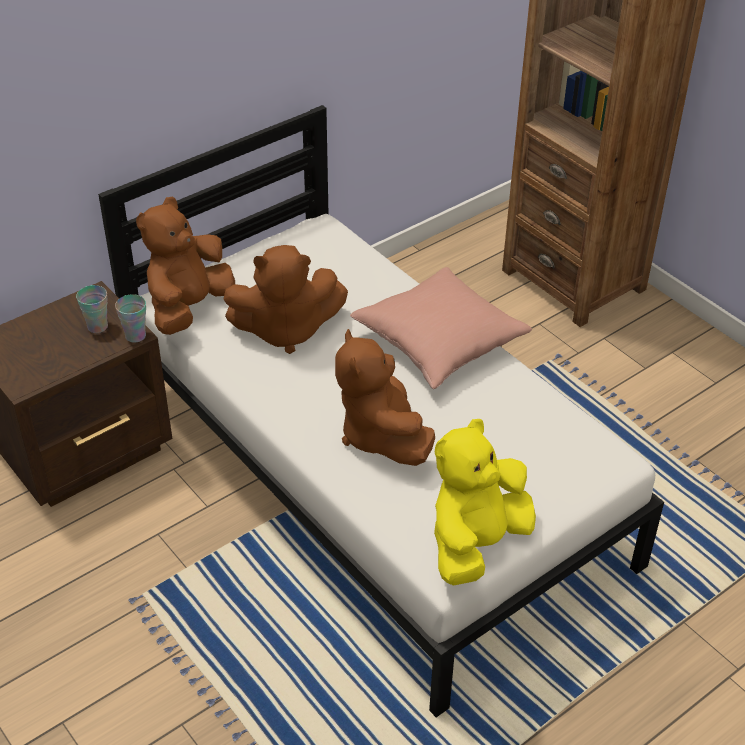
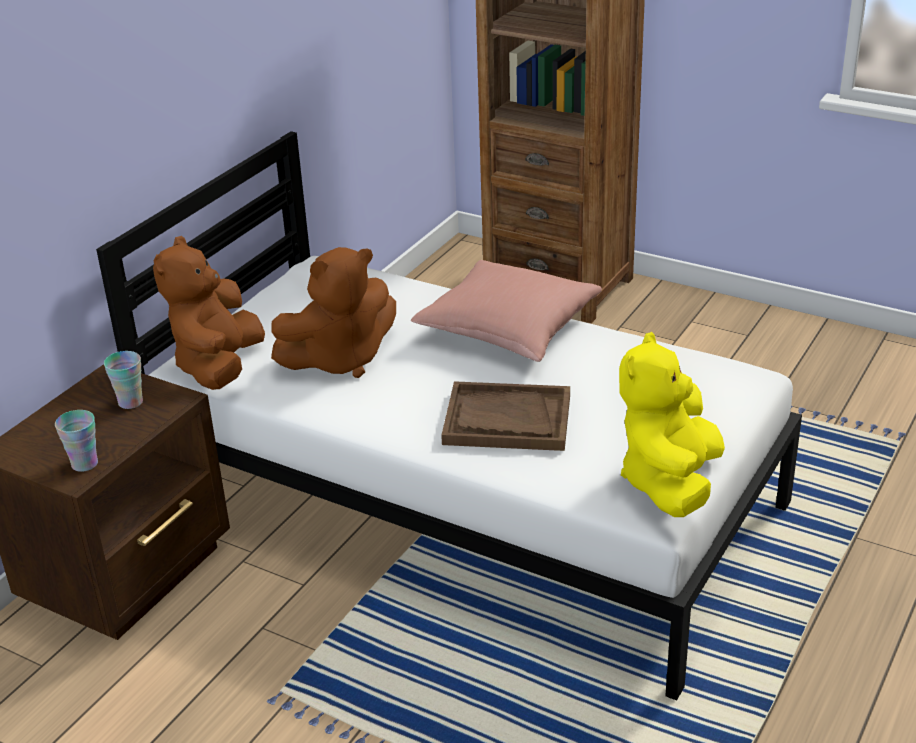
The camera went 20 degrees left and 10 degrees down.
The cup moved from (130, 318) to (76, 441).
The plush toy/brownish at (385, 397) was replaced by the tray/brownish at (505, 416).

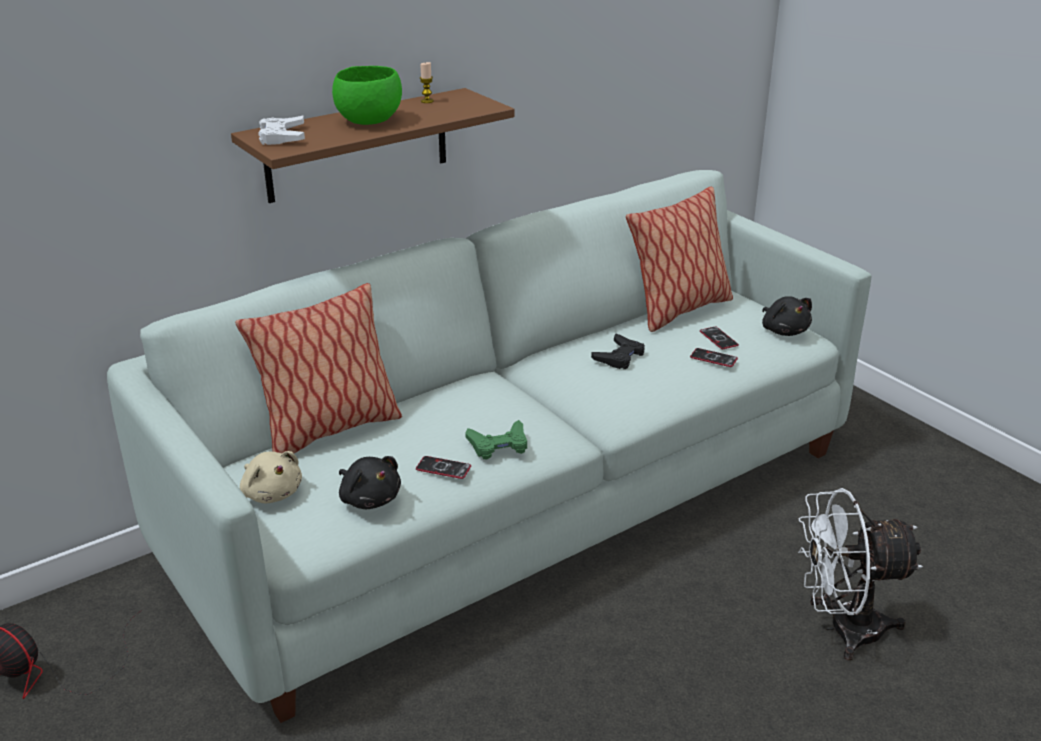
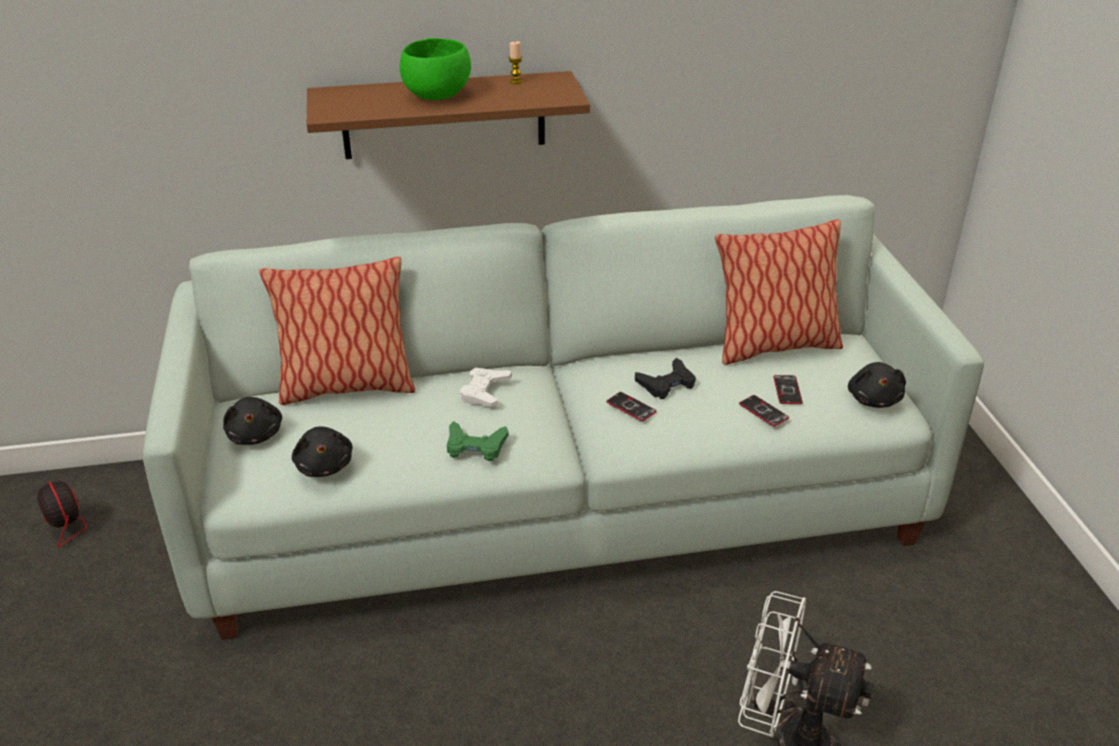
The camera went 25 degrees right and 5 degrees up.
The plush toy/beige at (271, 477) became the plush toy/black at (252, 421).
The game controller/white moved from (281, 130) to (486, 387).
The telephone moved from (443, 467) to (631, 406).

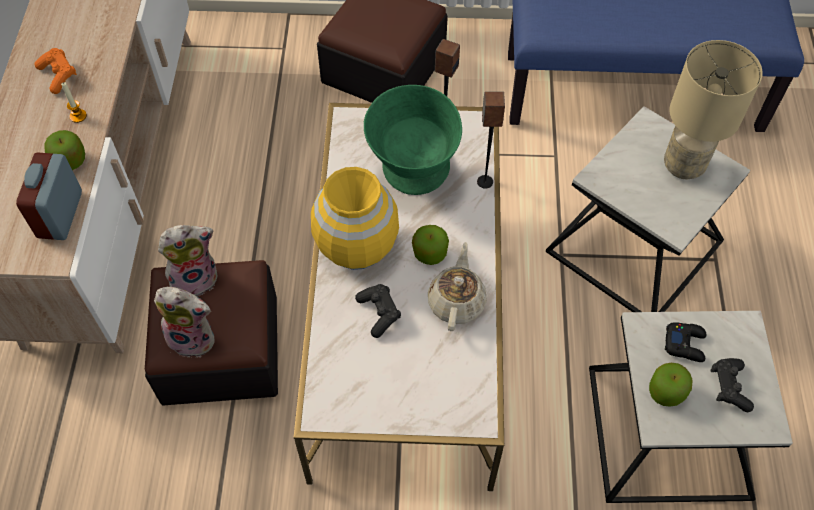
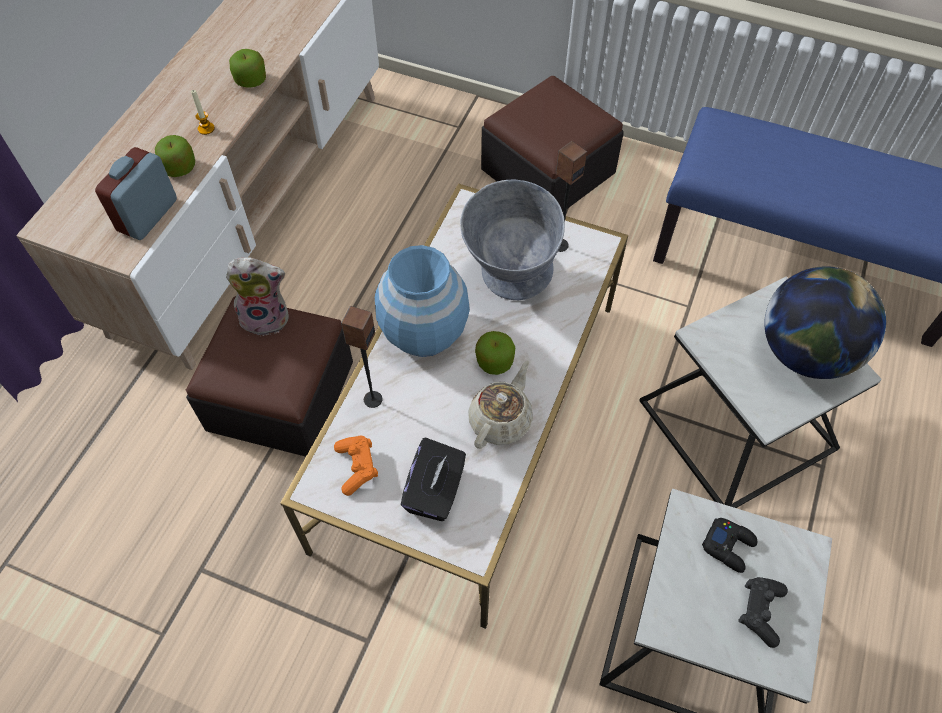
The camera went 20 degrees right and 0 degrees up.
The apple moved from (671, 385) to (247, 68).
The game controller/orangey moved from (55, 71) to (356, 466).
The audio speaker moved from (491, 140) to (361, 357).
The decorative vase/yellow-coloured at (355, 218) became the decorative vase/bluish at (422, 301).
The tissue holder/black at (433, 479) appeared.
The bowl/green at (413, 140) became the bowl/greyish at (512, 240).
The table lamp/beige at (713, 109) was replaced by the desk globe at (825, 322).
The plush toy at (184, 322) disappeared.
The game controller/black at (378, 311) disappeared.

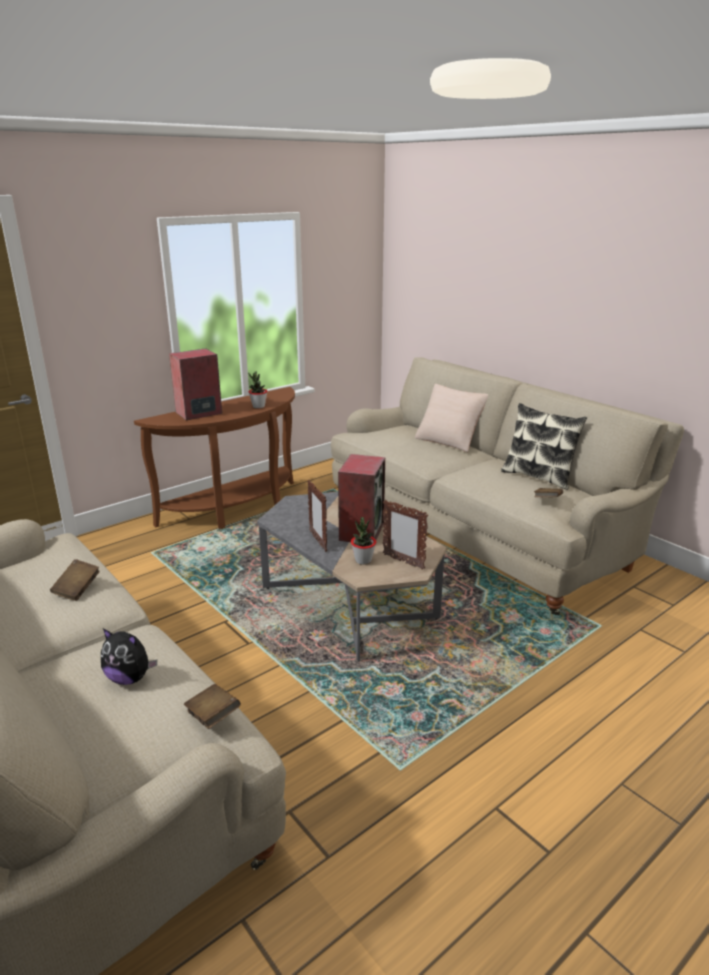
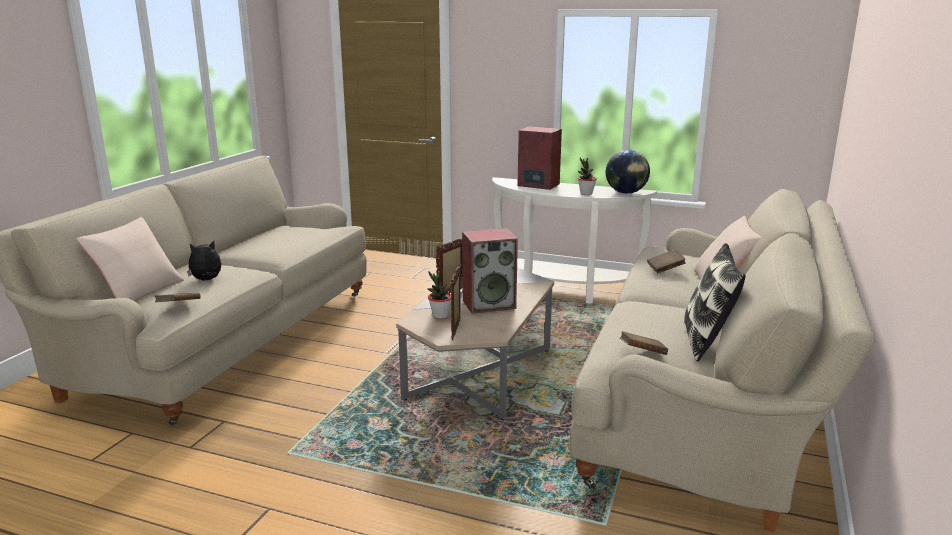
The camera went 60 degrees right and 5 degrees down.
The pillow/beige at (130, 259) appeared.
The plush toy at (129, 656) turned 75 degrees clockwise.
The hall table/brownish at (214, 458) became the hall table/white at (574, 240).
The desk globe at (628, 172) appeared.
The bound book/brownish moved from (75, 580) to (666, 261).

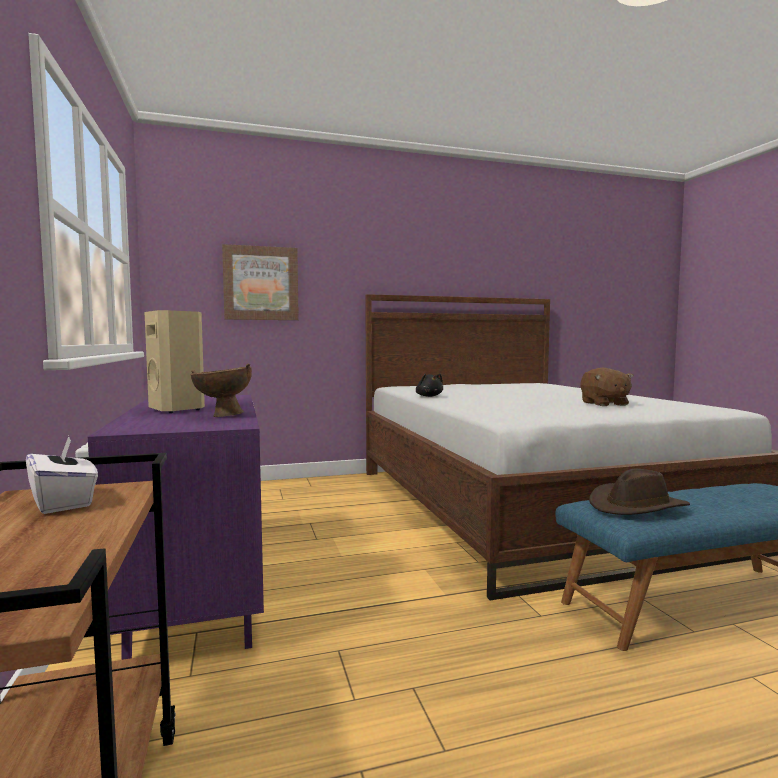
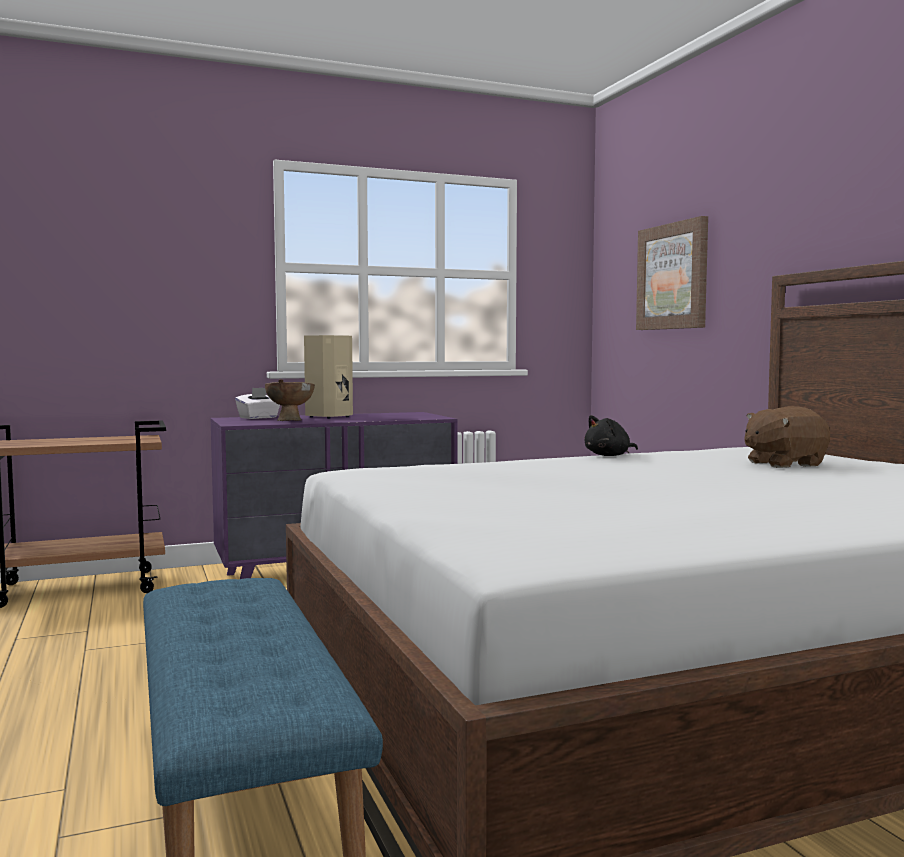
The camera went 85 degrees right and 0 degrees up.
The tissue holder/white moved from (62, 475) to (257, 403).
The plush toy/brownish moved from (607, 387) to (787, 437).
The clothing hat/brownish at (639, 492) disappeared.

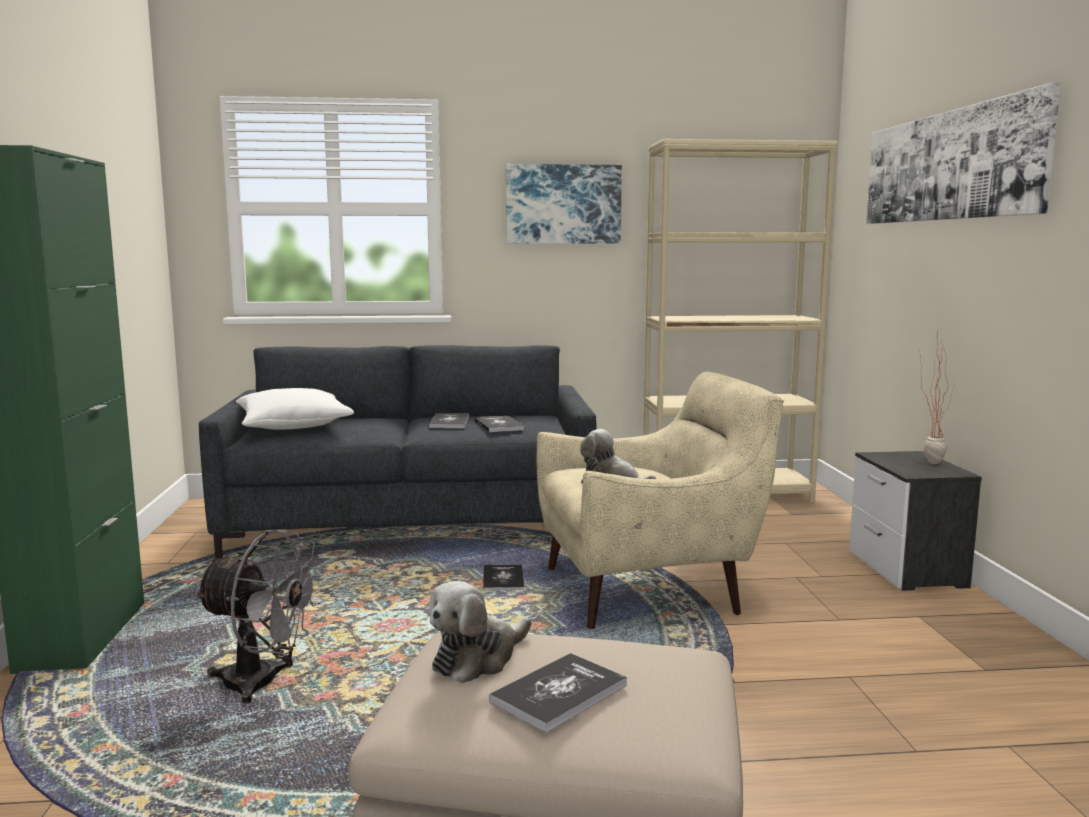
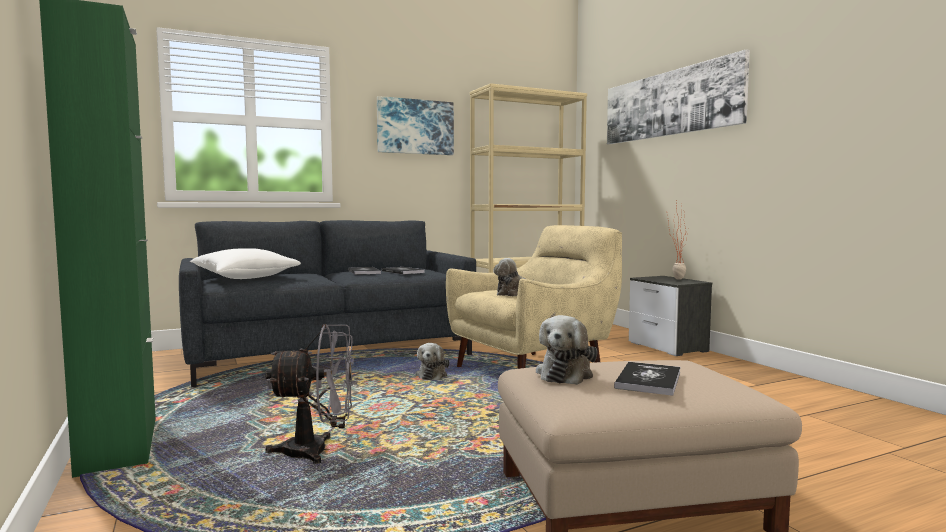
The camera went 20 degrees left and 5 degrees down.
The bound book at (503, 577) was replaced by the plush toy at (432, 361).

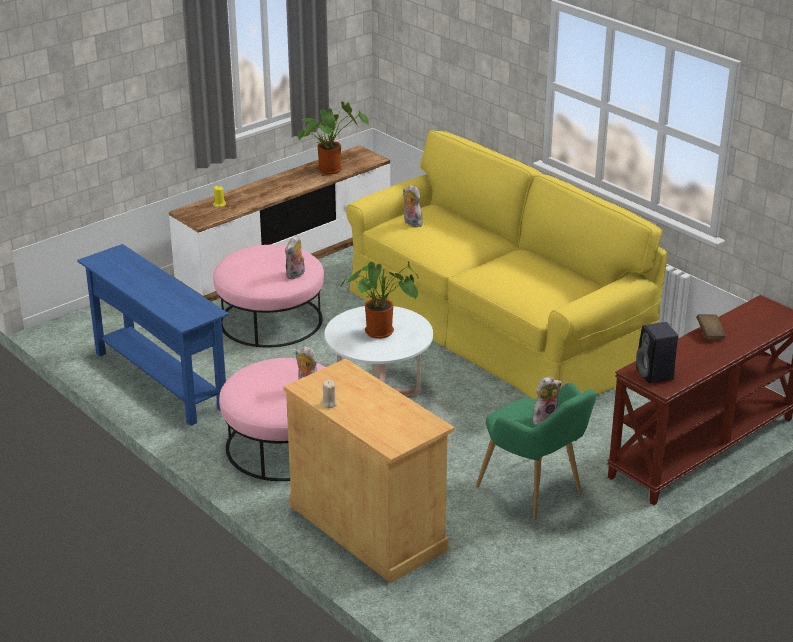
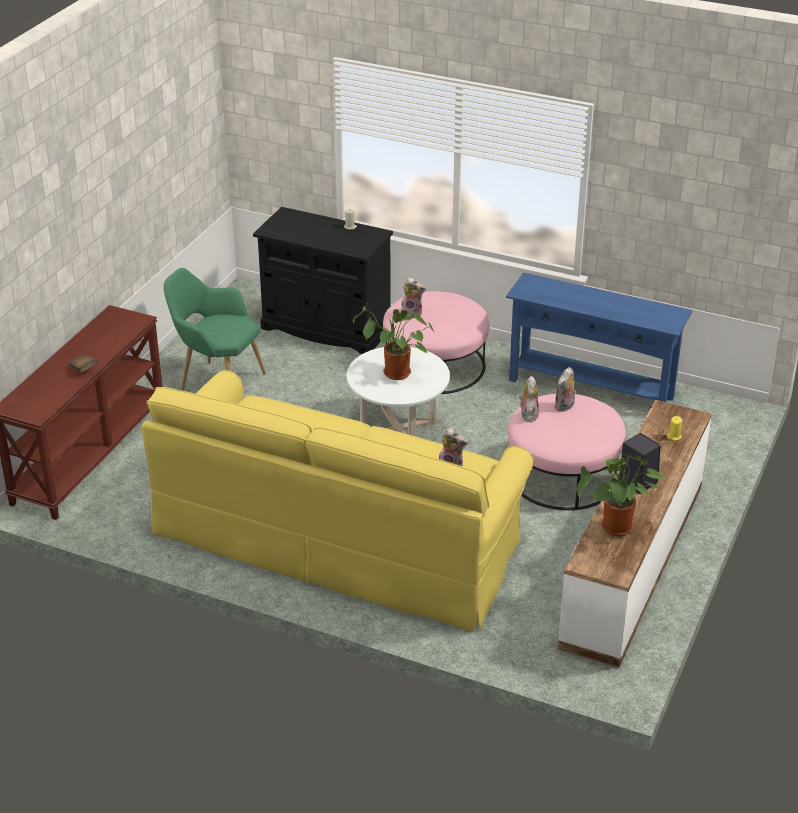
The camera went 155 degrees right and 5 degrees up.
The storage cabinet/beige at (369, 470) became the storage cabinet/black at (323, 280).
The plush toy moved from (547, 400) to (565, 389).
The audio speaker/black moved from (657, 352) to (639, 463).

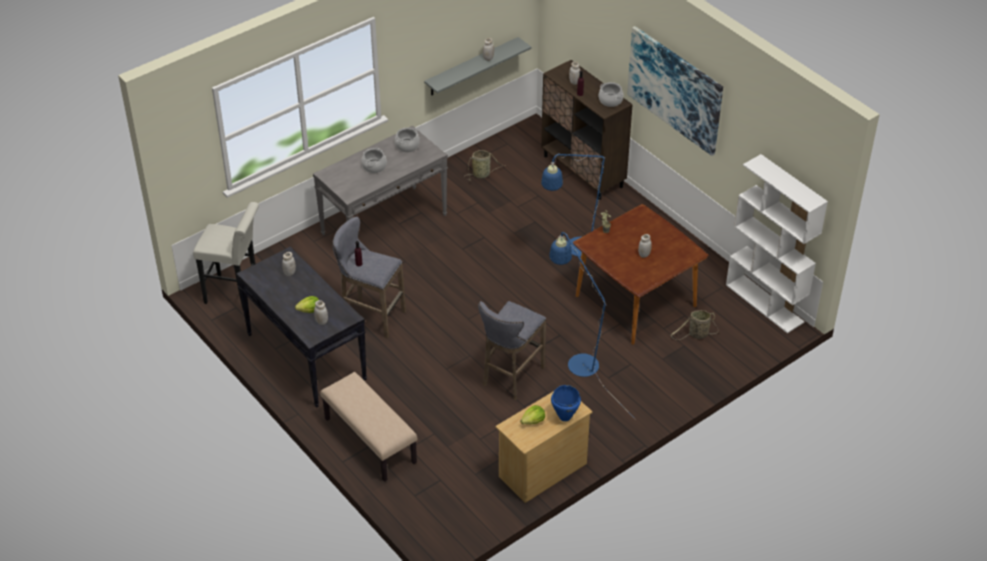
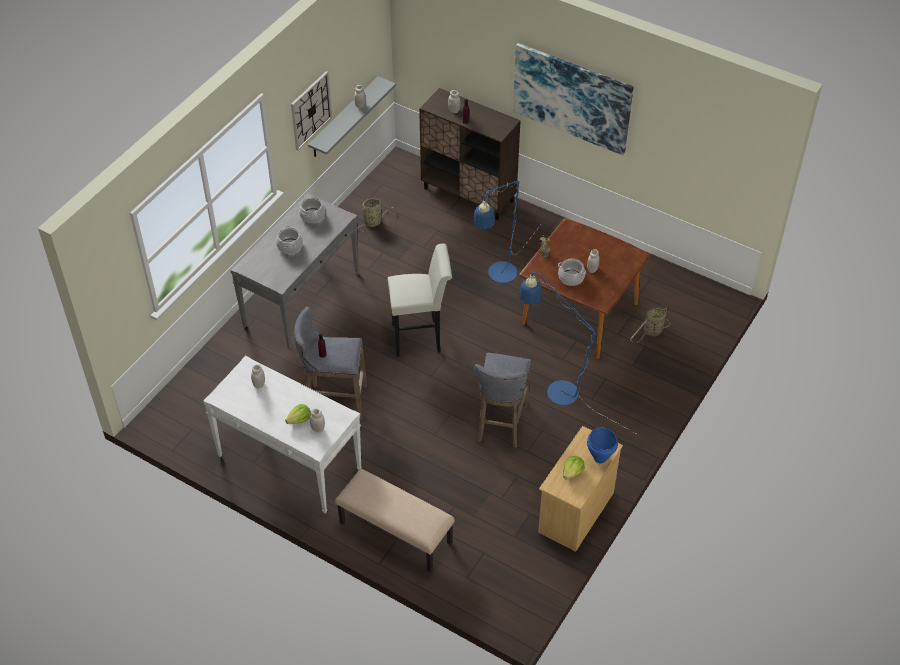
The camera went 20 degrees left and 5 degrees up.
The hall table/black at (301, 327) became the hall table/white at (282, 434).
The wall clock at (311, 111) appeared.
The stool/white moved from (226, 255) to (419, 300).
The cooking pot moved from (611, 94) to (572, 272).
The bookshelf/white at (777, 243) disappeared.

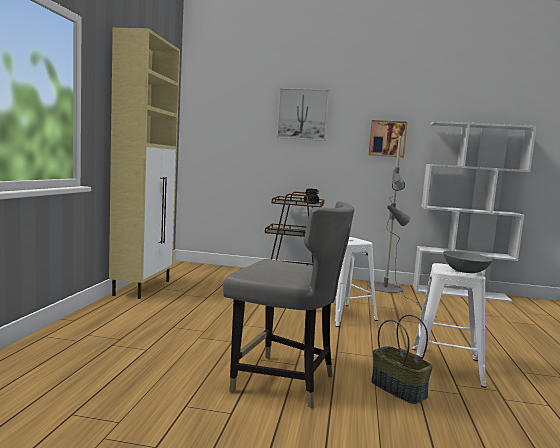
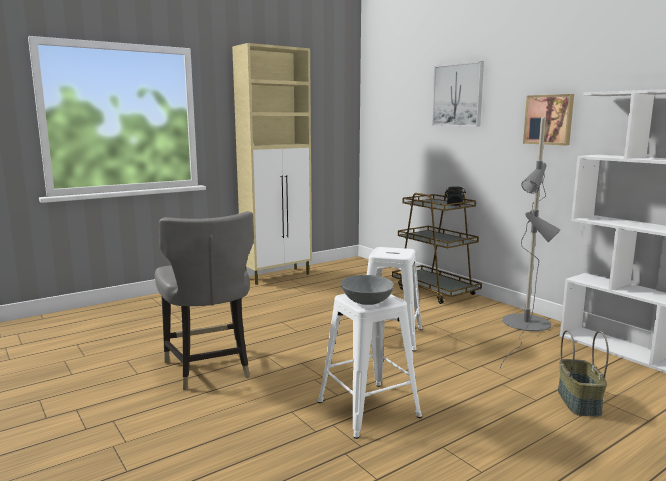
The camera went 45 degrees right and 5 degrees up.
The storage basket moved from (402, 359) to (583, 373).

